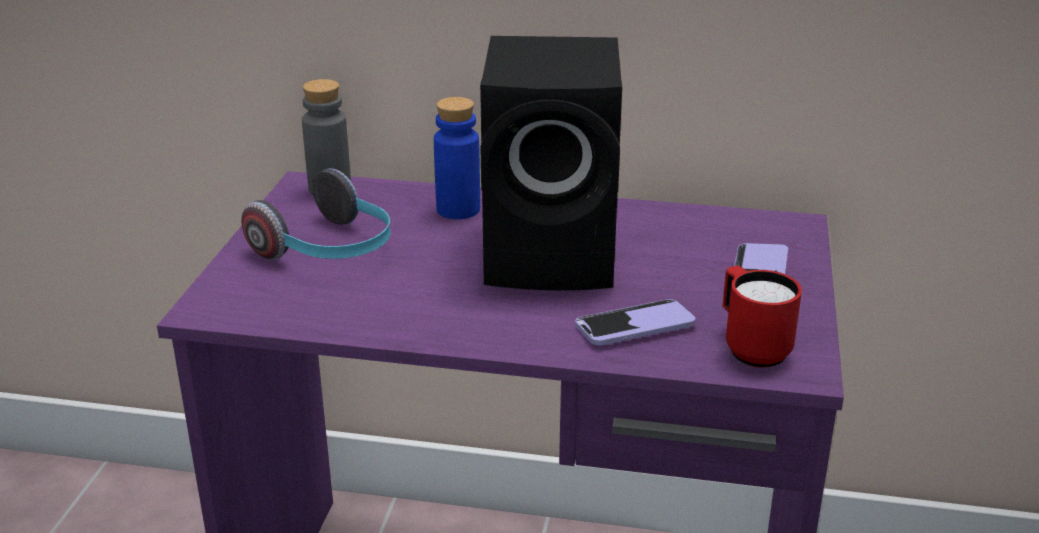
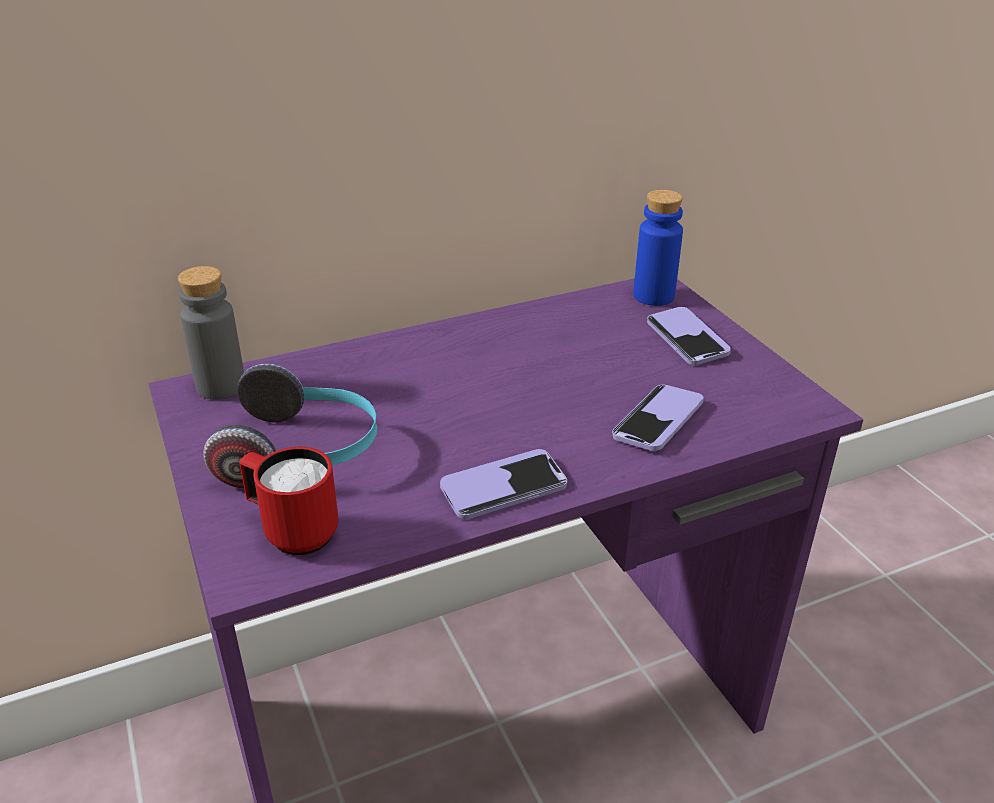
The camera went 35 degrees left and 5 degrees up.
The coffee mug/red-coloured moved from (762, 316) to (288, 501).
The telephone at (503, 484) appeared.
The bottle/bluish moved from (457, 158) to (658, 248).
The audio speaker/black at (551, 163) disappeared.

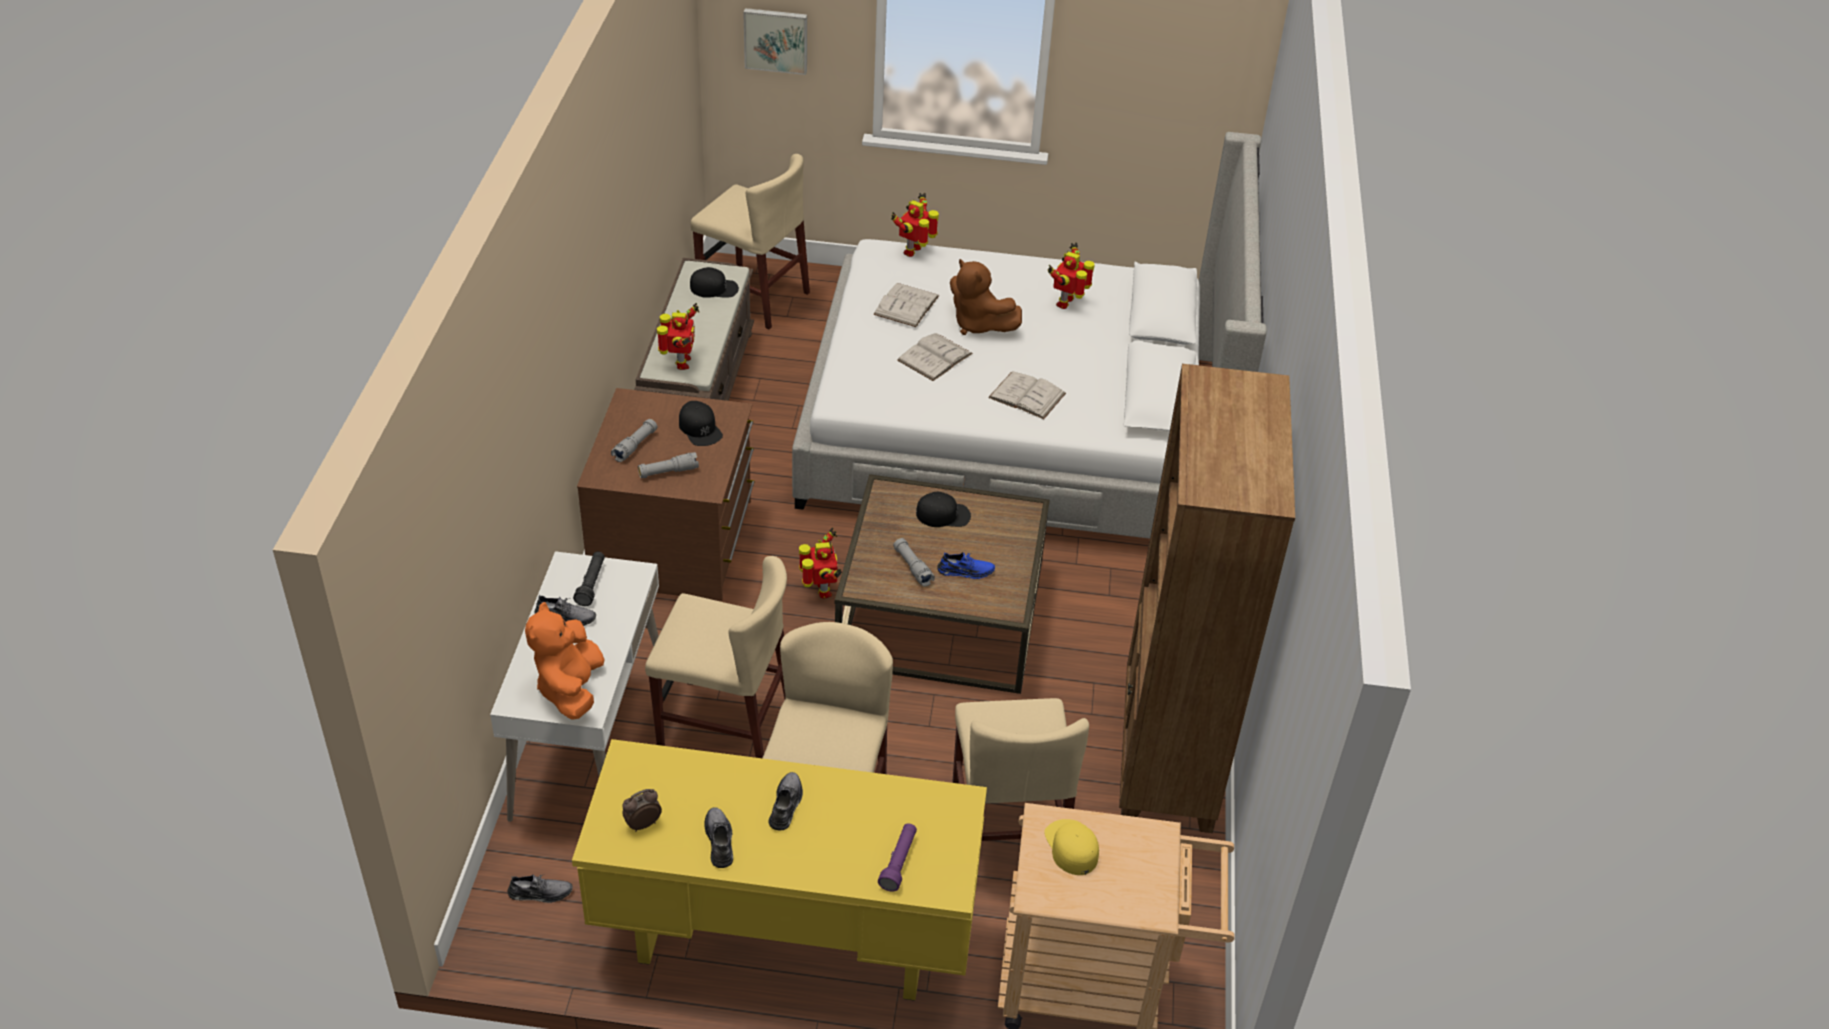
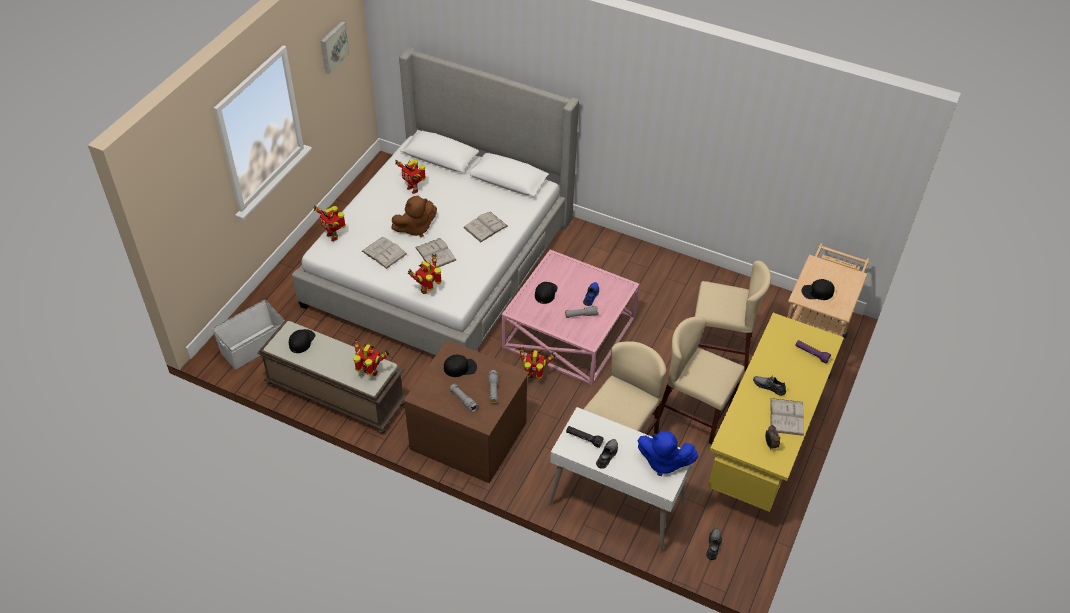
The camera went 70 degrees left and 5 degrees up.
The plain chair/beige at (750, 241) was replaced by the storage bin/white at (248, 335).
The wall art moved from (775, 41) to (335, 47).
The model robot at (425, 274) appeared.
The low table/brownish at (942, 584) became the low table/pink at (571, 317).
The plush toy/orangey at (565, 661) became the plush toy/bluish at (667, 453).
The item of footwear/greyish at (718, 837) was replaced by the bound book/white at (787, 417).
The baseball cap/yellow-coloured at (1071, 847) became the baseball cap/black at (818, 289).
The bookshelf/brownish at (1207, 598) disappeared.

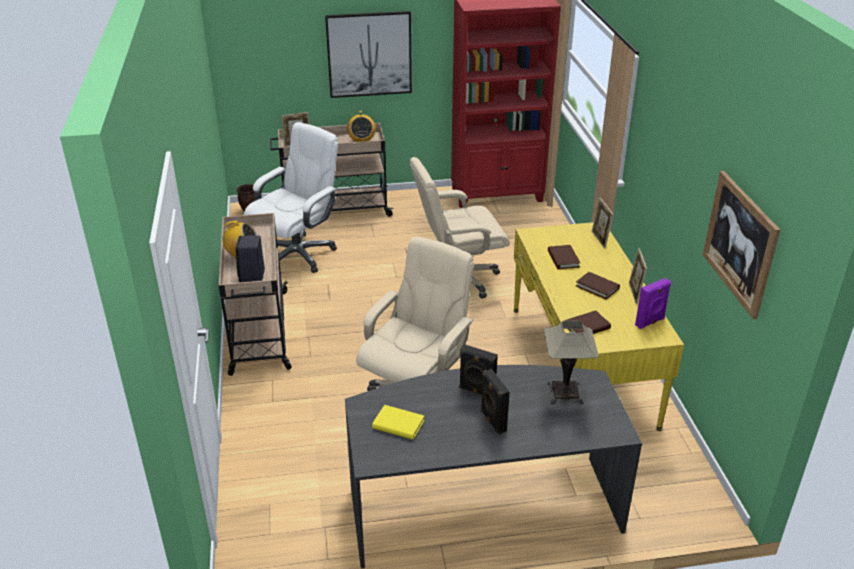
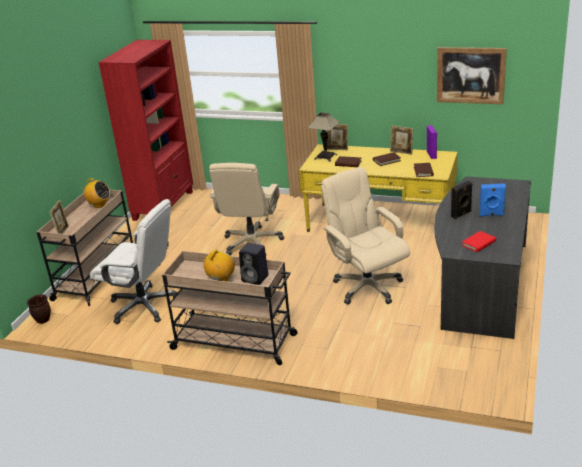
The camera went 60 degrees left and 5 degrees down.
The office chair/white at (291, 197) turned 135 degrees clockwise.
The table lamp moved from (571, 362) to (323, 137).
The bound book/yellow-coloured at (398, 422) became the bound book/red-coloured at (479, 241).
The audio speaker/black at (495, 401) became the audio speaker/bluish at (492, 200).
The wall art at (368, 54) disappeared.

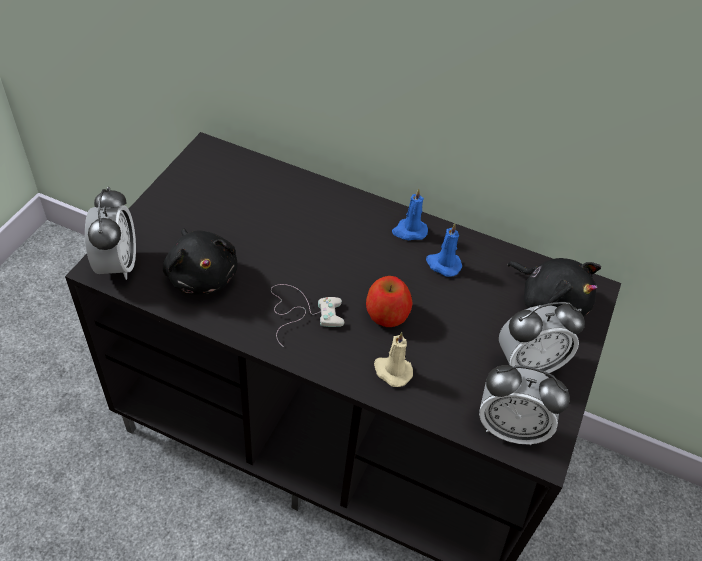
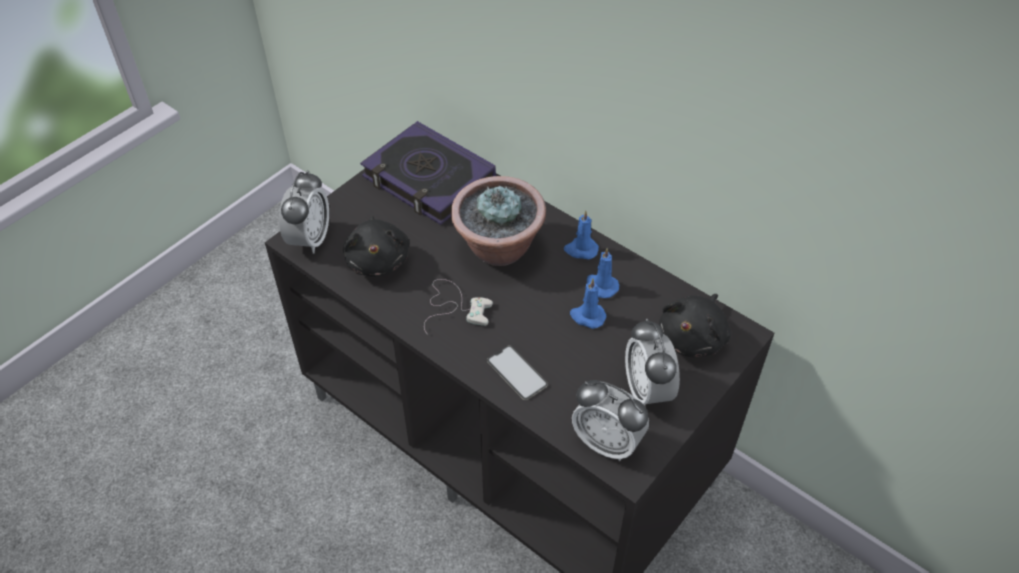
The camera went 20 degrees right and 0 degrees up.
The bound book at (428, 173) appeared.
The potted plant at (498, 221) appeared.
The wax candle/beige at (393, 359) was replaced by the telephone at (517, 372).
The wax candle/bluish at (588, 303) appeared.
The alarm clock at (542, 338) turned 75 degrees clockwise.
The plush toy/black at (554, 287) turned 60 degrees clockwise.
The apple at (389, 301) disappeared.

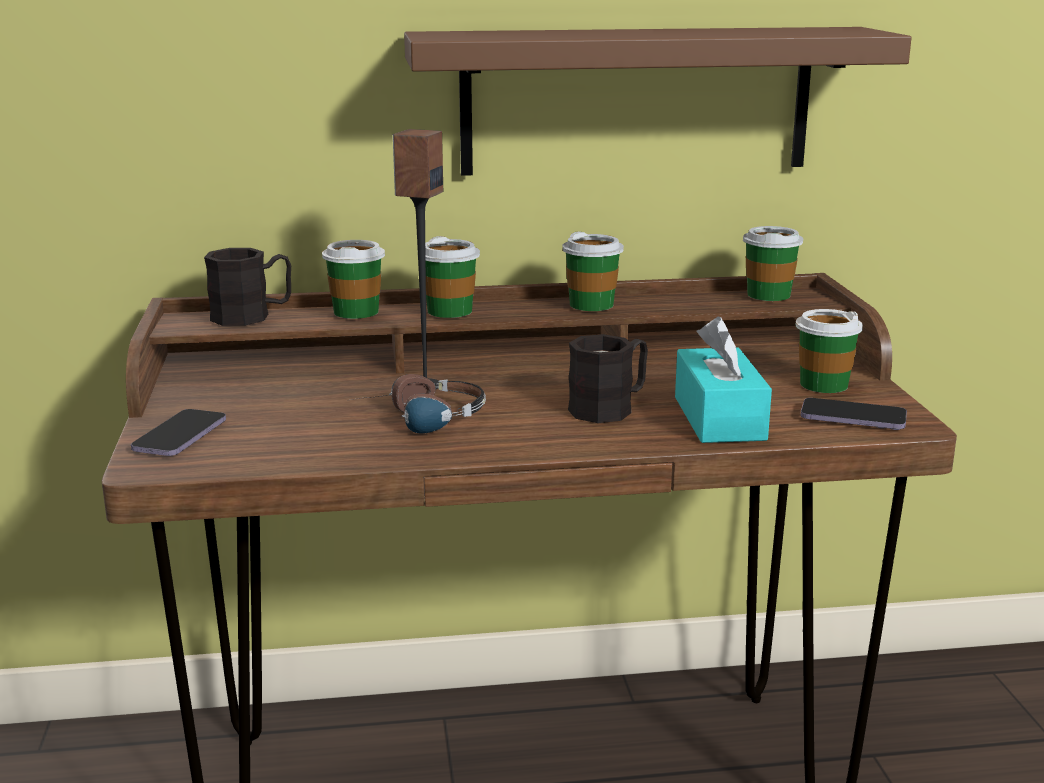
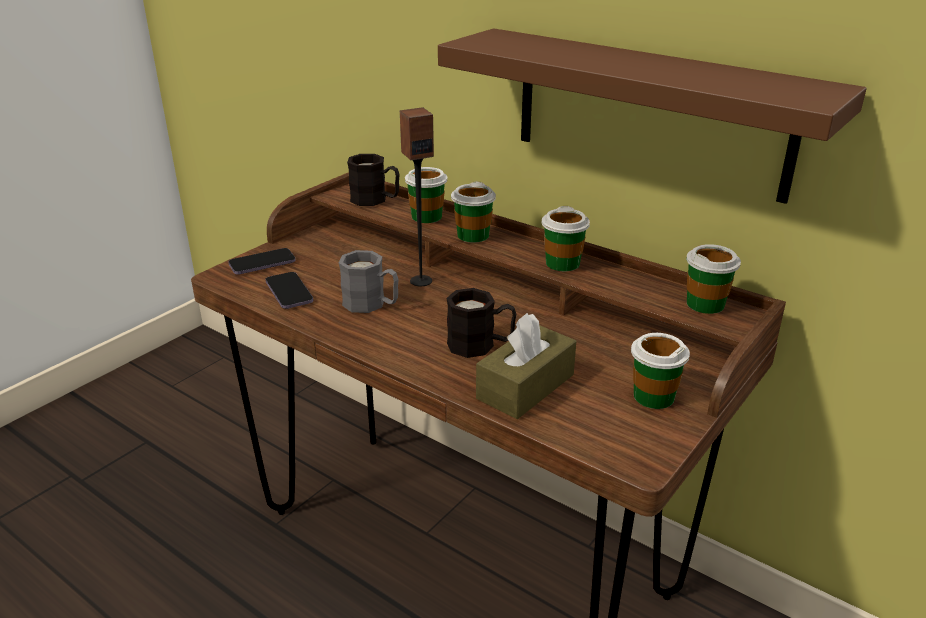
The camera went 45 degrees right and 10 degrees up.
The telephone moved from (853, 414) to (290, 290).
The headset at (419, 404) was replaced by the coffee mug/greyish at (369, 281).
The tissue holder/turquoise at (723, 380) became the tissue holder/brownish at (526, 366).

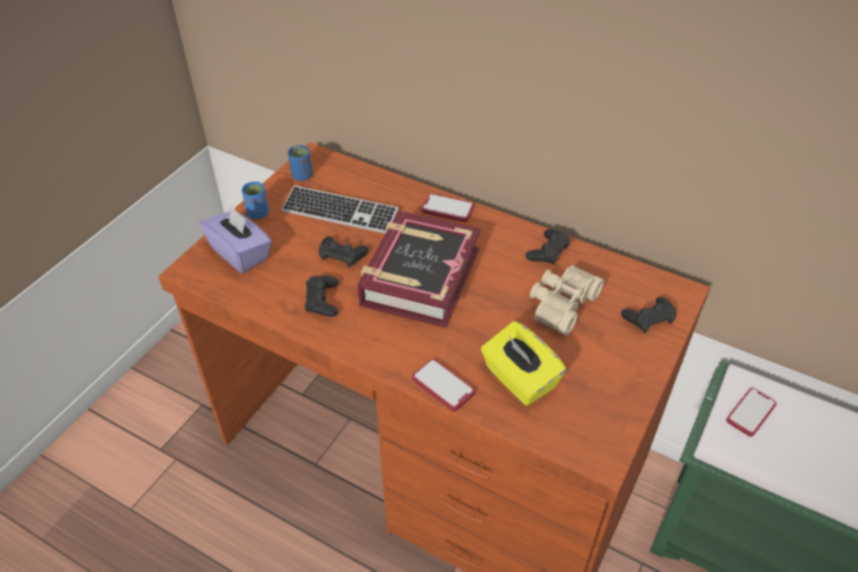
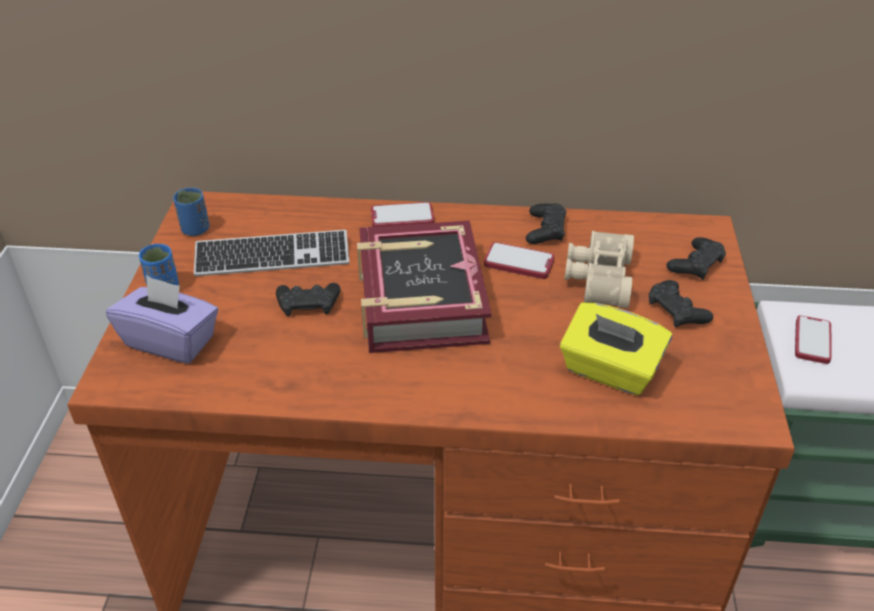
The camera went 25 degrees left and 5 degrees down.
The telephone moved from (443, 385) to (519, 260).
The game controller/black moved from (321, 296) to (681, 303).

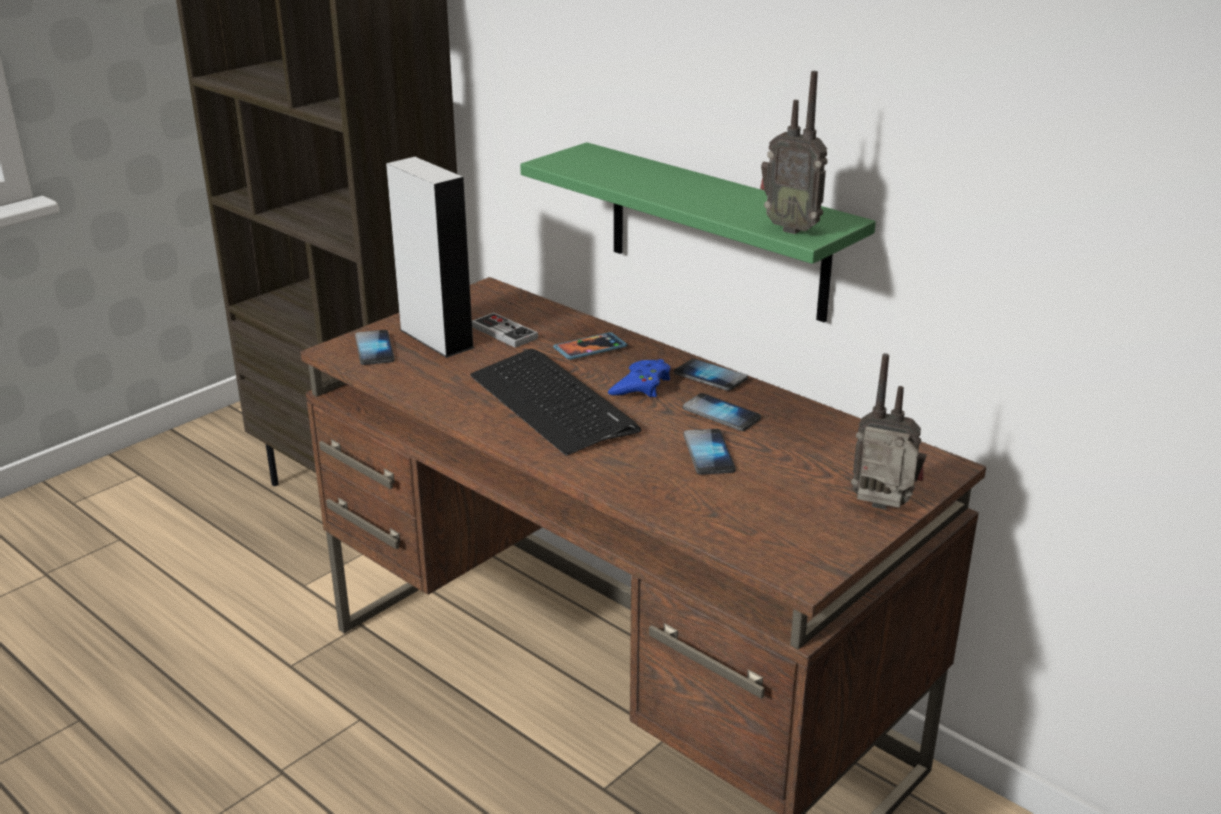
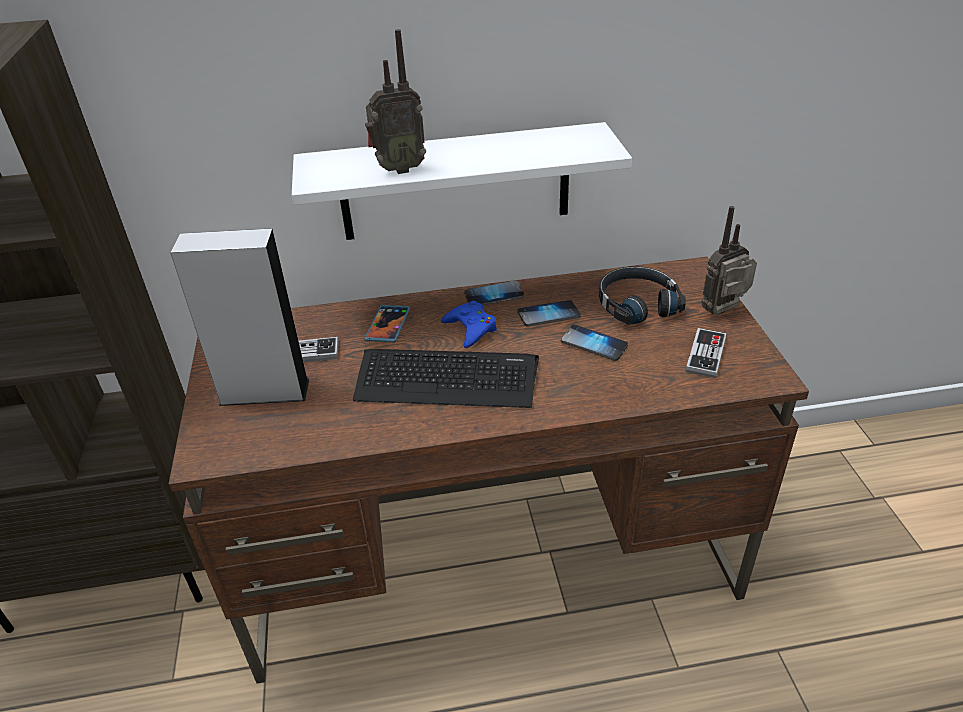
The camera went 50 degrees left and 10 degrees up.
The shelf/green at (698, 232) became the shelf/white at (462, 181).
The radio receiver moved from (794, 152) to (395, 101).
The headset/black at (642, 295) appeared.
The game controller at (706, 353) appeared.
The telephone at (375, 347) disappeared.

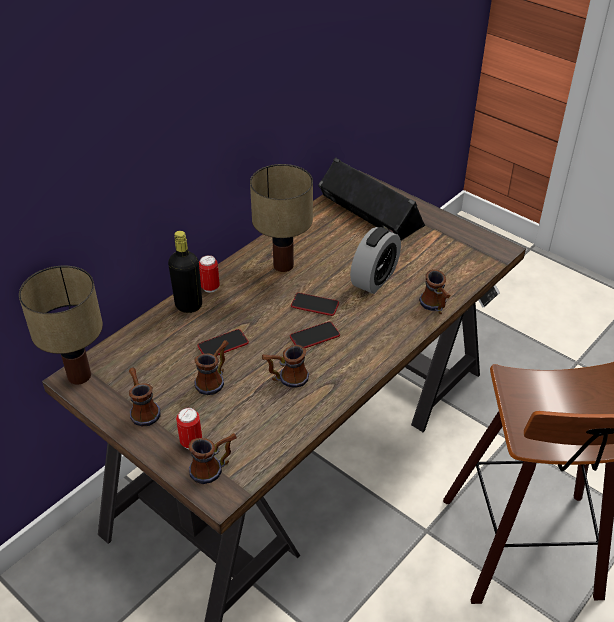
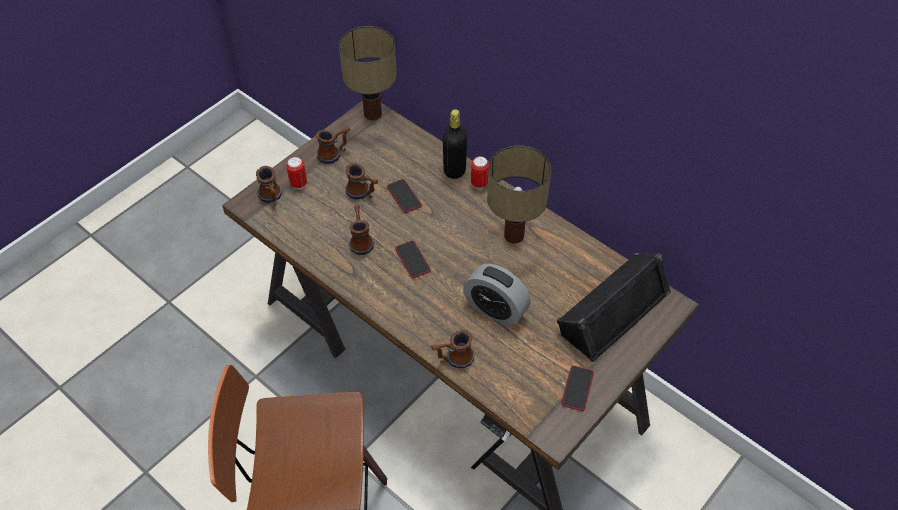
The camera went 90 degrees right and 10 degrees up.
The telephone moved from (315, 304) to (577, 388).

